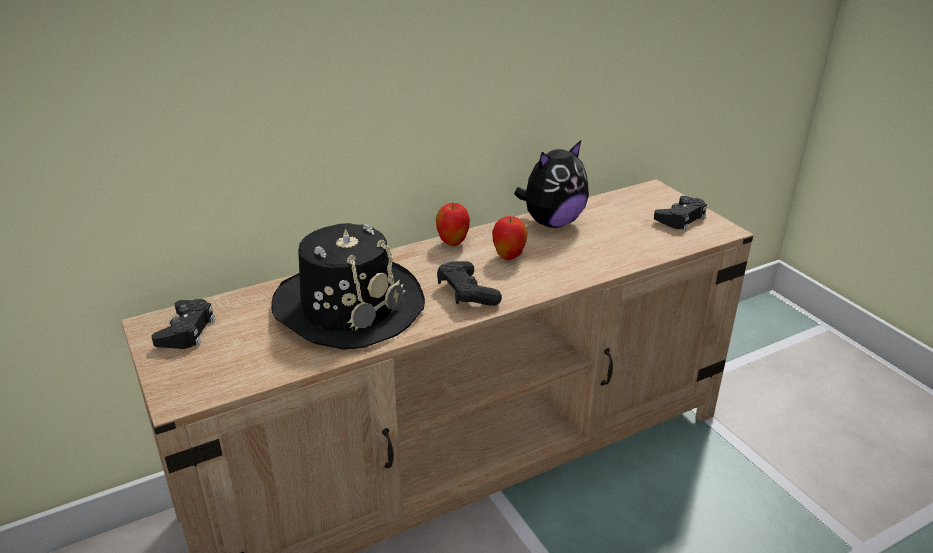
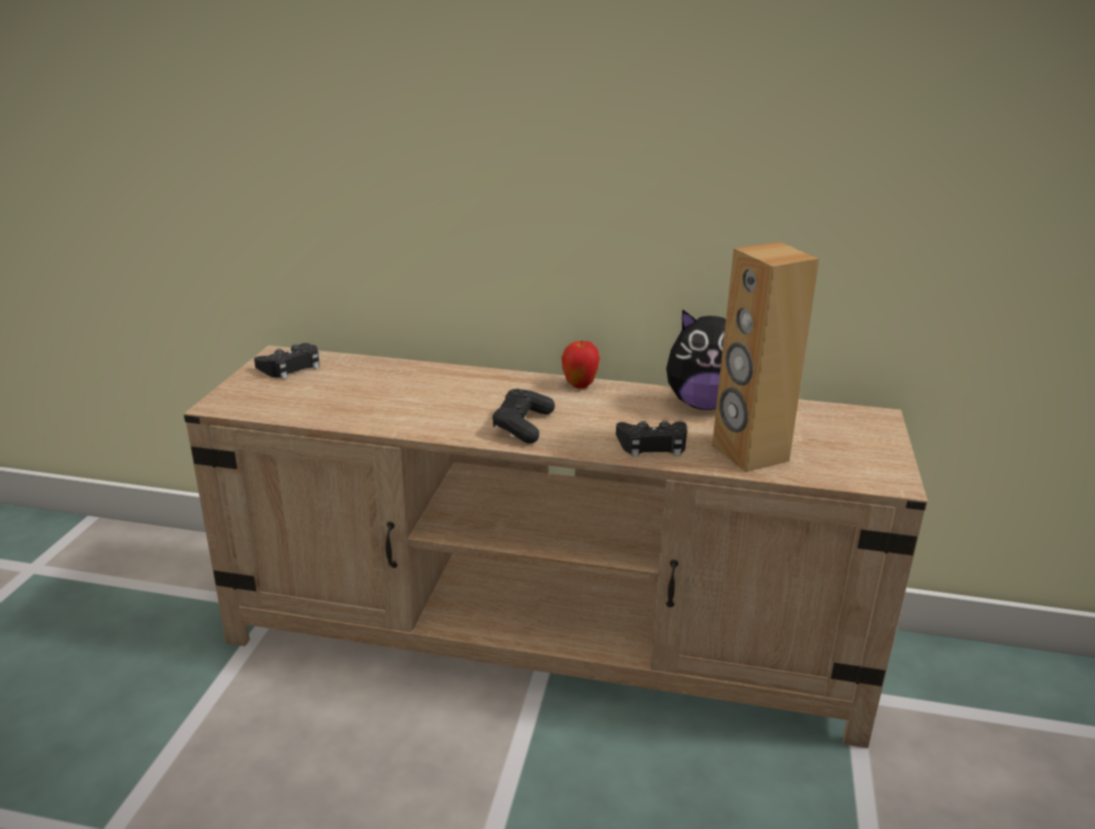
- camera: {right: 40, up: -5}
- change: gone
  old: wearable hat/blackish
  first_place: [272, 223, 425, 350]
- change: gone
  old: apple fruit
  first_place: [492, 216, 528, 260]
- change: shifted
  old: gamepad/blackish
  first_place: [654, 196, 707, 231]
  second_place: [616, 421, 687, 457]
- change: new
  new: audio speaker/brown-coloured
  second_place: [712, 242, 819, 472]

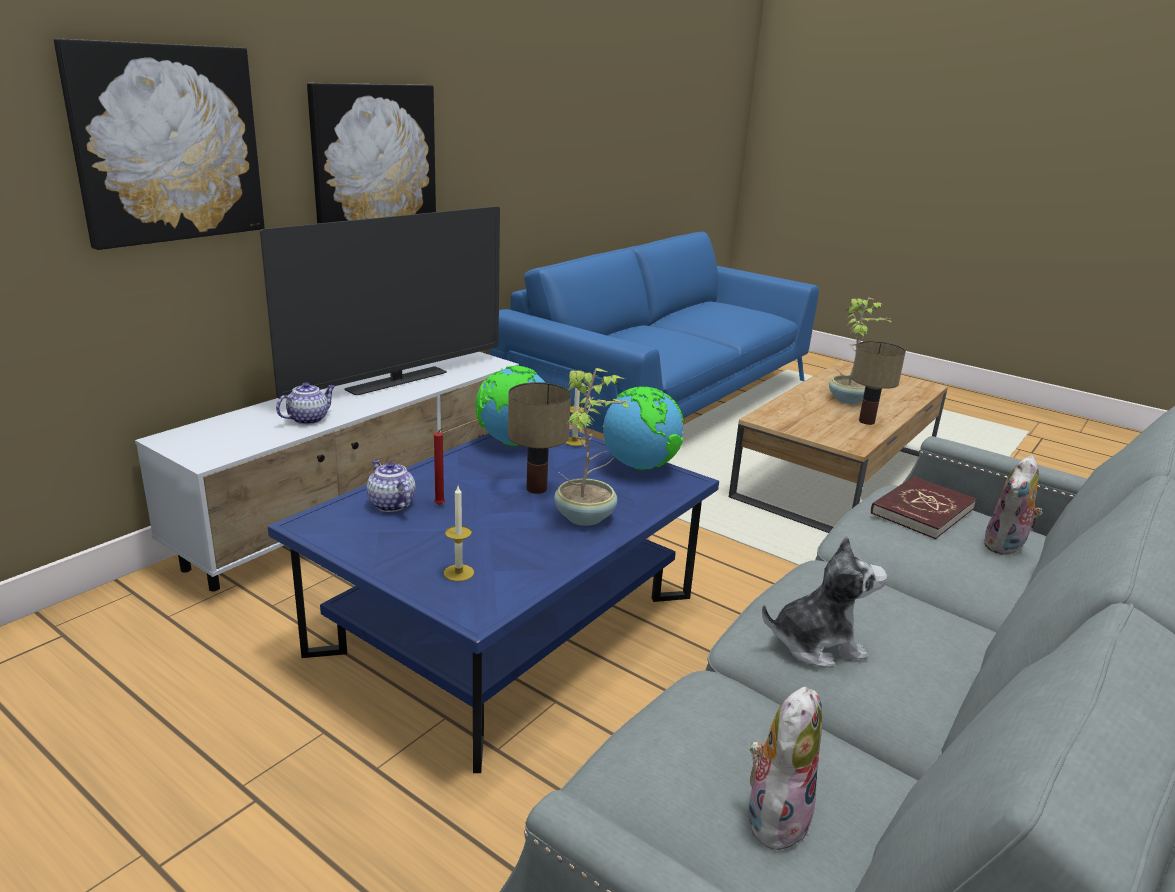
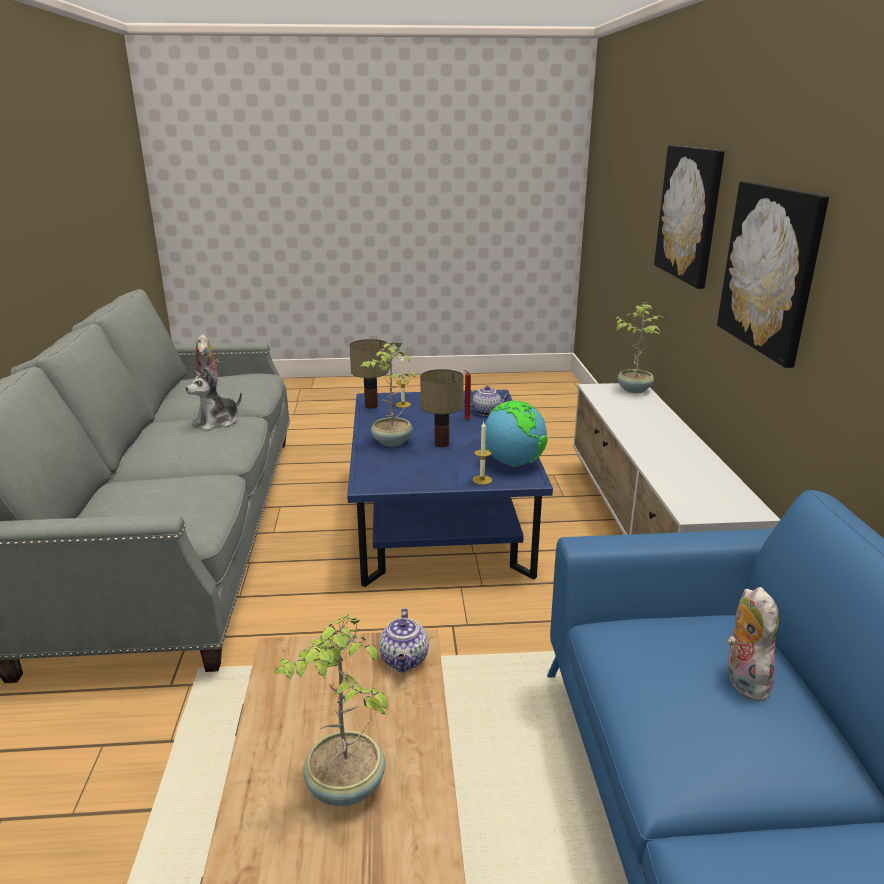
- camera: {right: 140, up: 0}
- change: gone
  old: TV
  first_place: [260, 206, 500, 399]
- change: shifted
  old: teapot
  first_place: [276, 382, 335, 425]
  second_place: [379, 608, 429, 672]
- change: gone
  old: world globe
  first_place: [602, 387, 684, 470]
- change: shifted
  old: lamp for a table
  first_place: [852, 341, 906, 425]
  second_place: [350, 339, 389, 409]
- change: gone
  old: bound book/reddish
  first_place: [871, 476, 977, 539]
- change: shifted
  old: cuddly toy
  first_place: [983, 455, 1043, 555]
  second_place: [727, 587, 779, 701]
- change: new
  new: plant in a pot
  second_place: [615, 302, 664, 393]

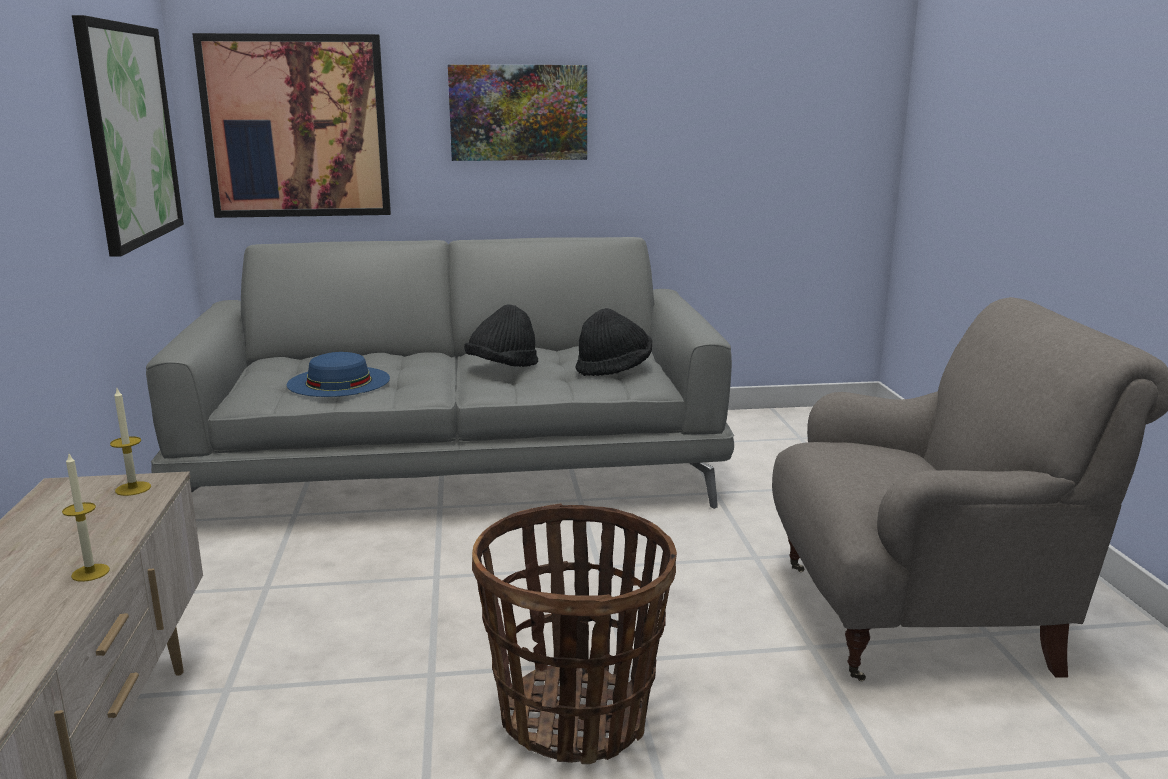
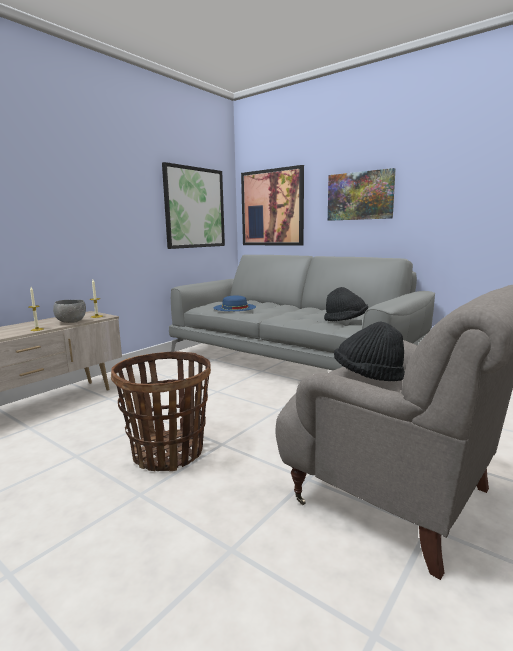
- camera: {right: 45, up: -5}
- change: shifted
  old: wearable hat/blackish
  first_place: [464, 304, 538, 367]
  second_place: [334, 321, 405, 381]
- change: new
  new: bowl/gray
  second_place: [53, 300, 86, 323]

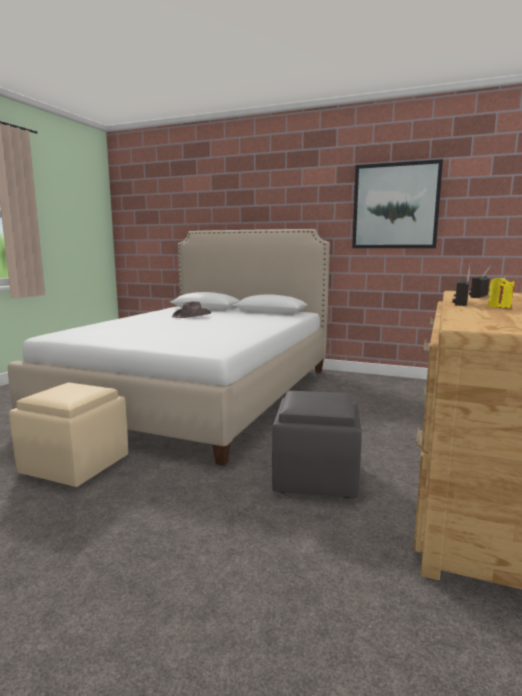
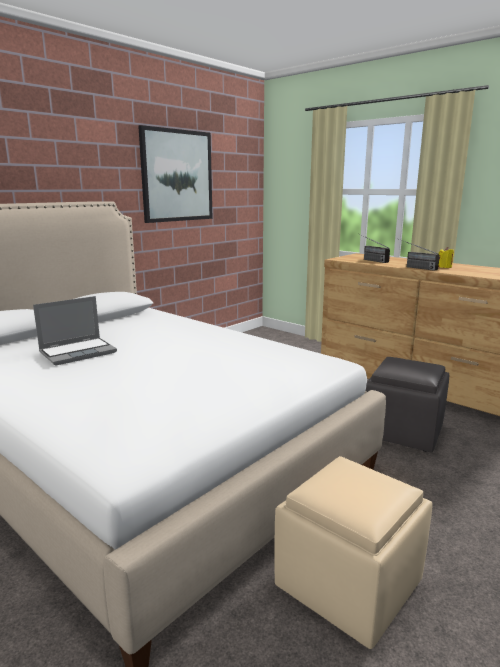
- camera: {right: -70, up: 5}
- change: swapped
  old: wearable hat/brown-coloured
  new: notebook computer
  first_place: [172, 301, 211, 318]
  second_place: [33, 296, 117, 366]

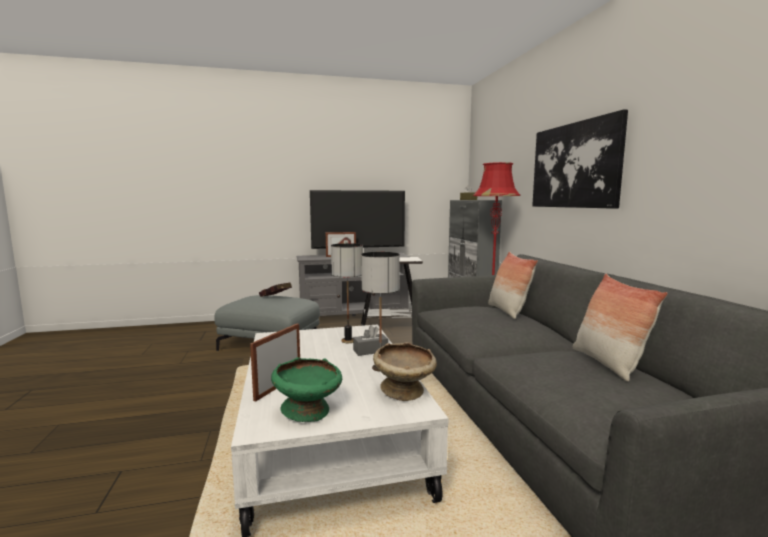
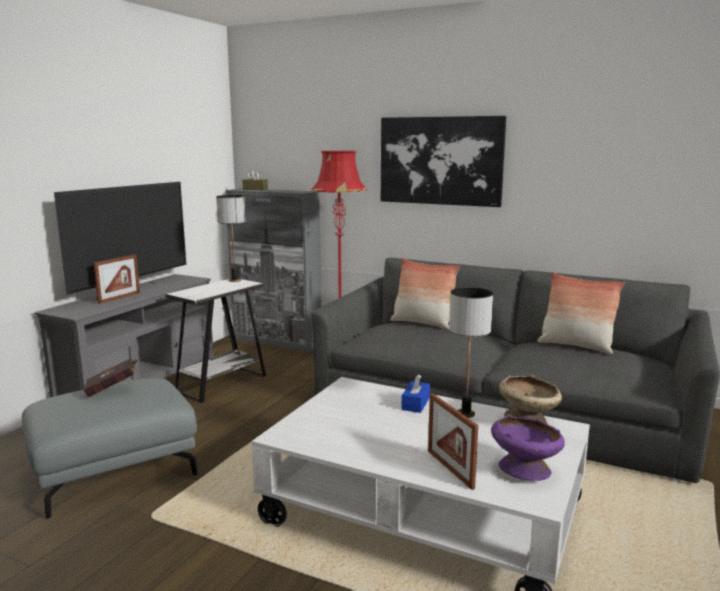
- camera: {right: -50, up: 5}
- change: repainted
  old: bowl/greenish
  new: bowl/purple-coloured
  first_place: [271, 357, 342, 422]
  second_place: [491, 414, 565, 481]
- change: shifted
  old: lamp for a table
  first_place: [331, 243, 363, 343]
  second_place: [216, 195, 246, 282]
- change: repainted
  old: box of tissues/gray
  new: box of tissues/blue
  first_place: [353, 325, 388, 356]
  second_place: [401, 374, 430, 413]

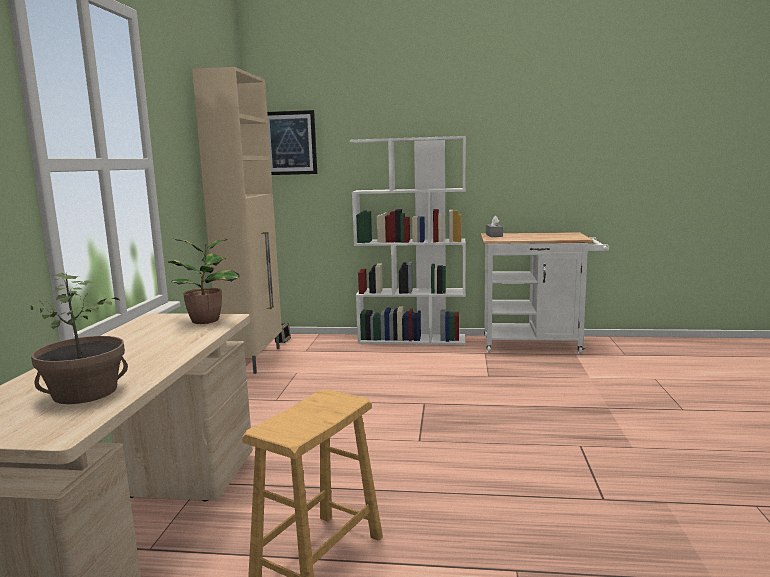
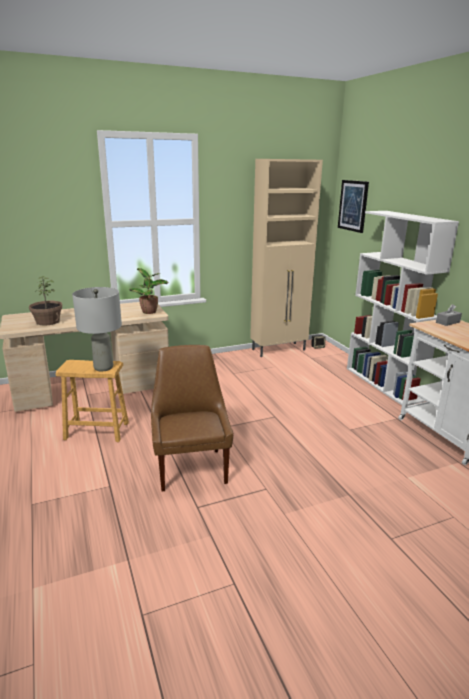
- camera: {right: 60, up: 10}
- change: new
  new: lamp for a table/gray
  second_place: [72, 287, 122, 371]
- change: new
  new: upright chair/brown-coloured
  second_place: [151, 345, 233, 492]

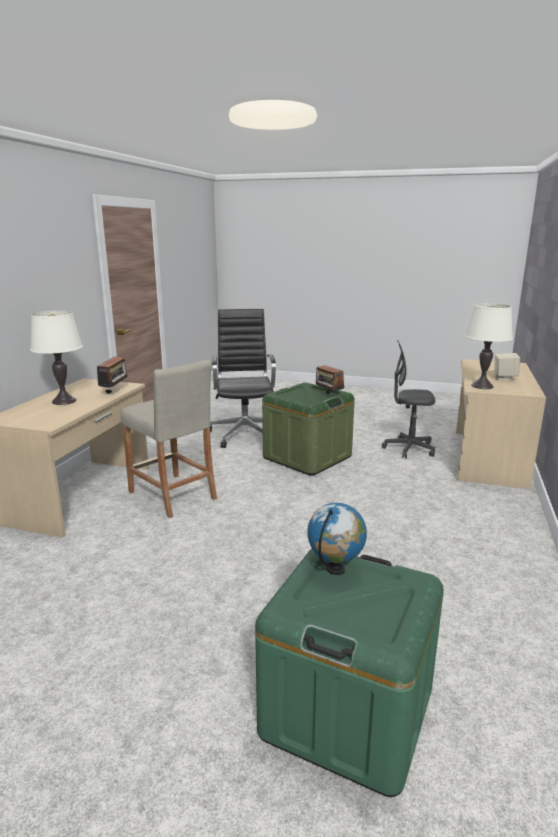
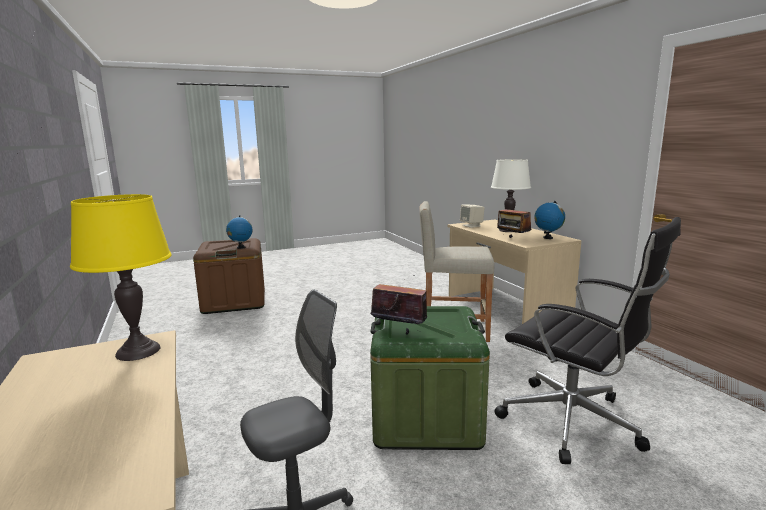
- camera: {right: 140, up: -5}
- change: repainted
  old: storage box/greenish
  new: storage box/brown-coloured
  first_place: [255, 548, 444, 797]
  second_place: [193, 238, 265, 314]
- change: repainted
  old: lamp for a table/white-coloured
  new: lamp for a table/yellow
  first_place: [465, 303, 513, 389]
  second_place: [70, 194, 172, 361]
- change: shifted
  old: audio speaker/beige
  first_place: [494, 353, 520, 381]
  second_place: [460, 204, 485, 228]
- change: new
  new: world globe
  second_place: [534, 201, 565, 239]

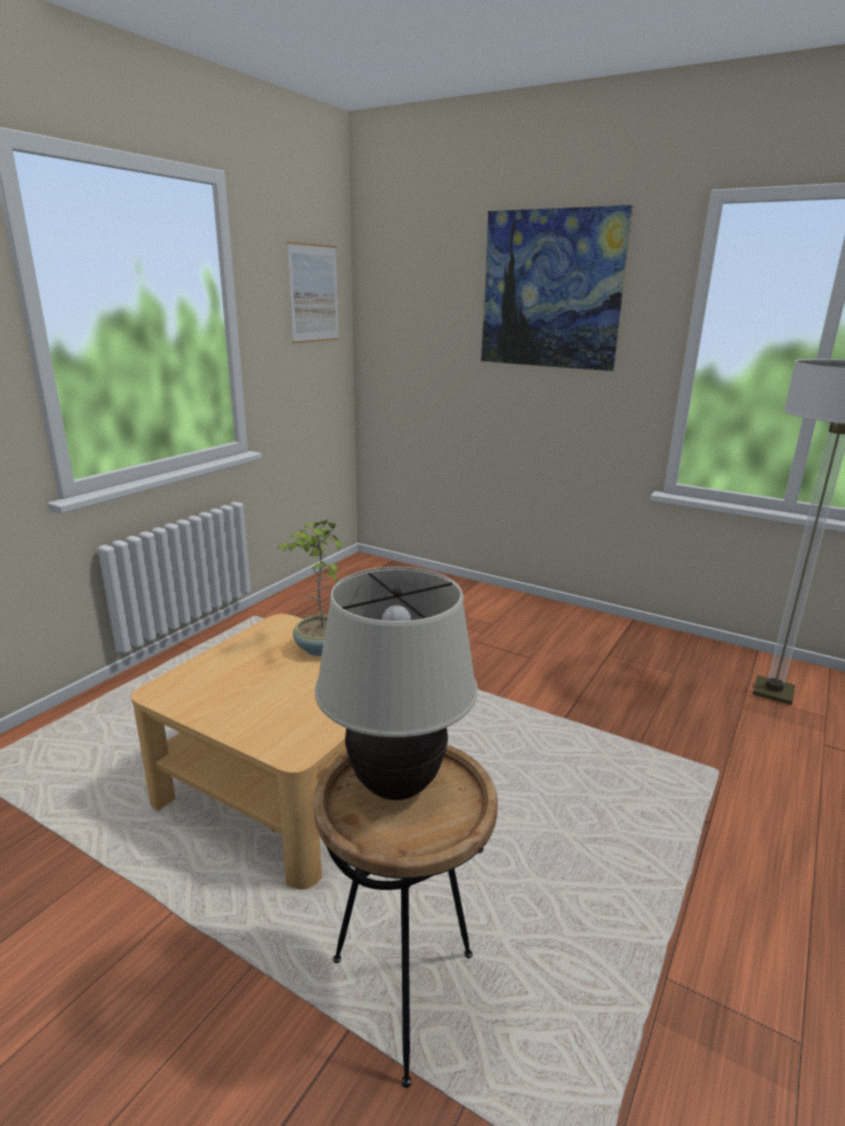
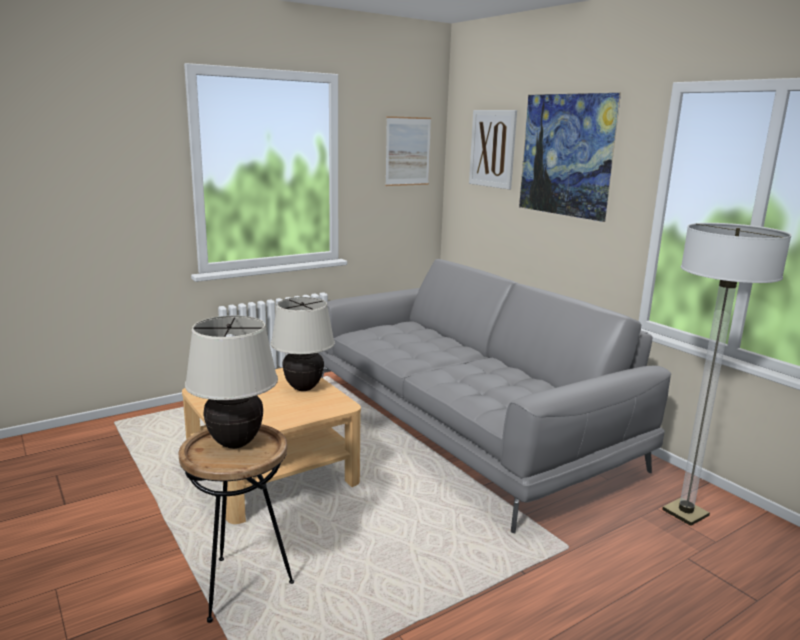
- camera: {right: 25, up: -5}
- change: swapped
  old: plant in a pot
  new: lamp for a table/beige
  first_place: [277, 519, 341, 656]
  second_place: [271, 297, 335, 391]
- change: new
  new: sofa/gray
  second_place: [318, 259, 671, 533]
- change: new
  new: picture
  second_place: [469, 110, 517, 189]

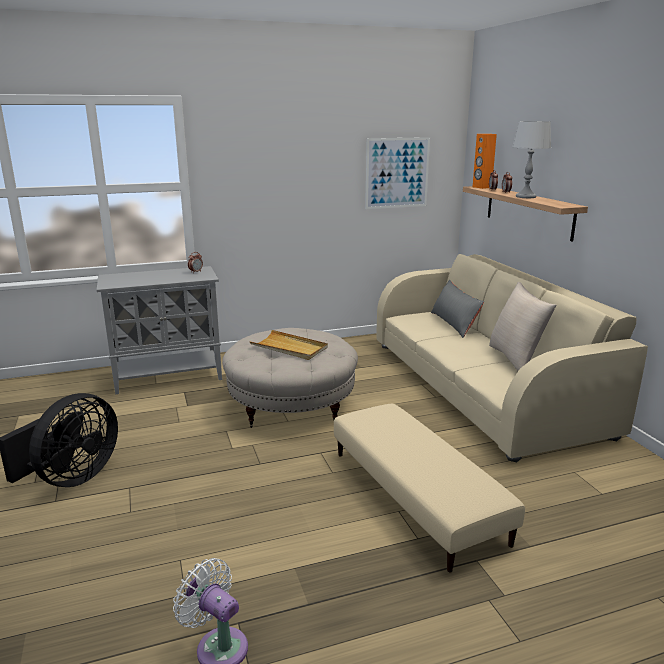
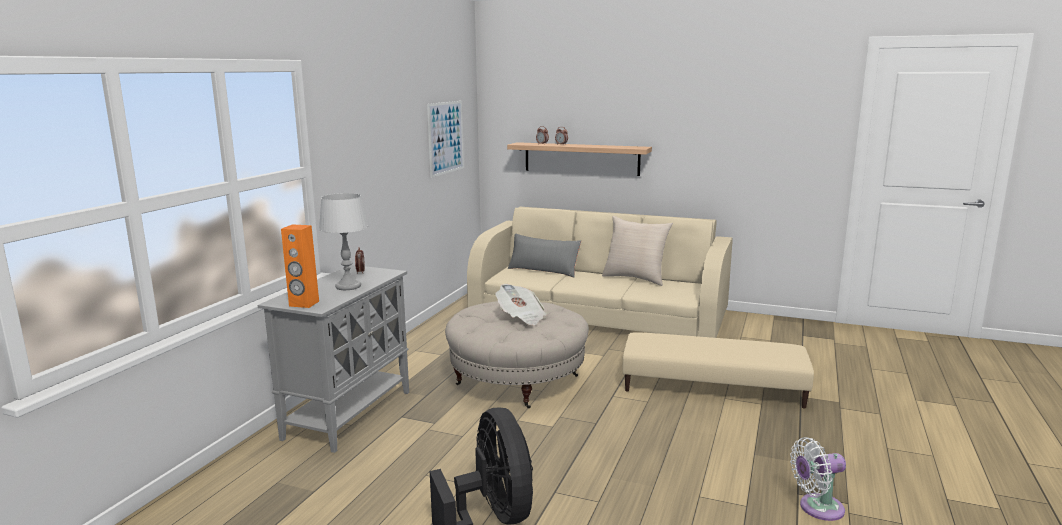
- camera: {right: -50, up: -5}
- change: swapped
  old: carrying tray/beige
  new: daily paper
  first_place: [250, 330, 328, 360]
  second_place: [495, 284, 547, 326]
- change: shifted
  old: audio speaker/orange
  first_place: [473, 134, 497, 189]
  second_place: [281, 224, 319, 308]
- change: shifted
  old: lamp for a table/gray
  first_place: [512, 121, 551, 198]
  second_place: [319, 193, 368, 290]

